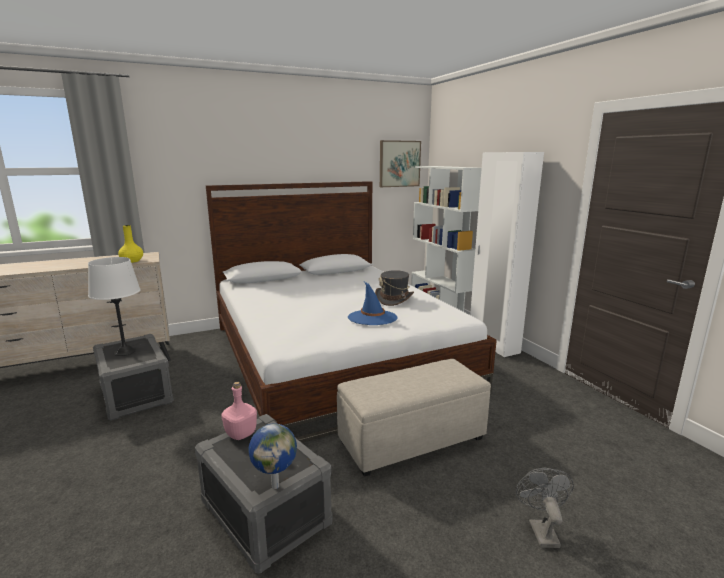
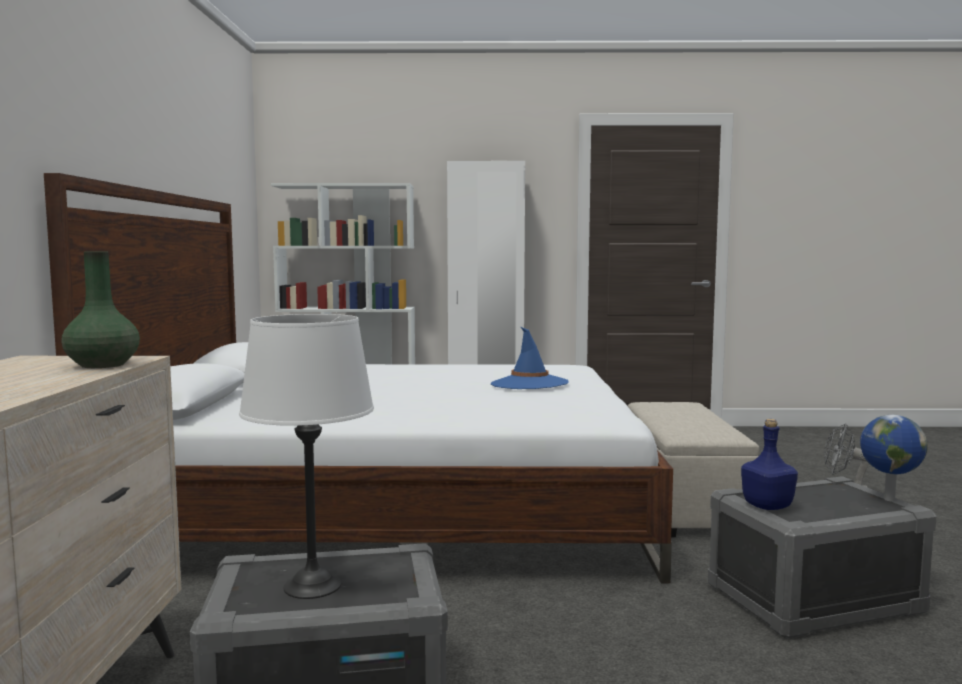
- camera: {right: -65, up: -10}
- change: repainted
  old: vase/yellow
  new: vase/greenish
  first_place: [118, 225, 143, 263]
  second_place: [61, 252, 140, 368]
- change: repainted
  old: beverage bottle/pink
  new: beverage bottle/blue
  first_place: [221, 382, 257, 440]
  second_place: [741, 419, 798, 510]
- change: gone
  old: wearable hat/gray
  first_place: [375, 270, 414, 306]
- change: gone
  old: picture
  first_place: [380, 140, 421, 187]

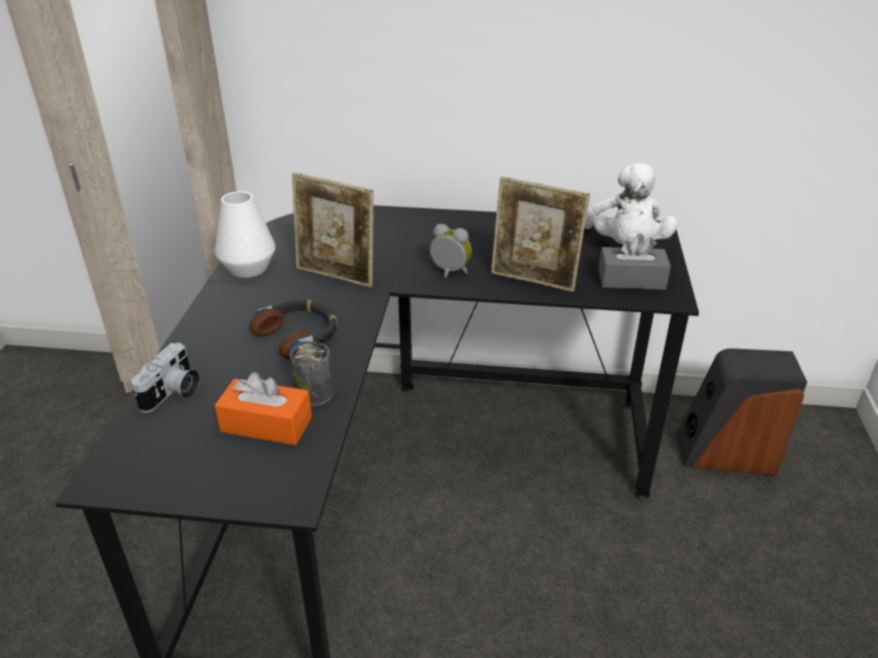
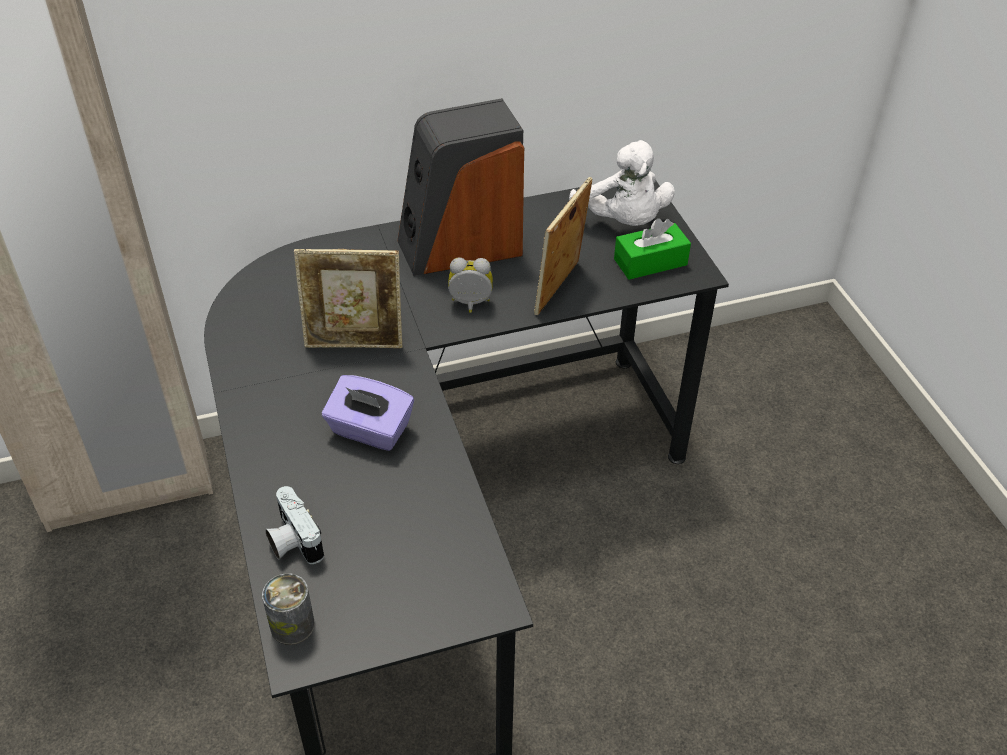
- camera: {right: -25, up: 10}
- change: rotated
  old: photo camera
  first_place: [131, 343, 200, 413]
  second_place: [265, 486, 324, 564]
  degrees: 150
- change: gone
  old: box of tissues/orange
  first_place: [214, 372, 312, 445]
- change: gone
  old: vase/white-coloured
  first_place: [215, 191, 276, 278]
- change: swapped
  old: headset
  new: box of tissues/purple-coloured
  first_place: [249, 300, 337, 359]
  second_place: [322, 375, 414, 451]
- change: shifted
  old: sealed can
  first_place: [290, 342, 333, 406]
  second_place: [262, 573, 315, 645]
- change: rotated
  old: standing frame
  first_place: [491, 176, 590, 292]
  second_place: [534, 177, 592, 315]
  degrees: 120
- change: repainted
  old: box of tissues/gray
  new: box of tissues/greenish
  first_place: [599, 233, 671, 290]
  second_place: [614, 218, 691, 280]
- change: shifted
  old: audio speaker
  first_place: [676, 348, 807, 476]
  second_place: [398, 98, 524, 276]

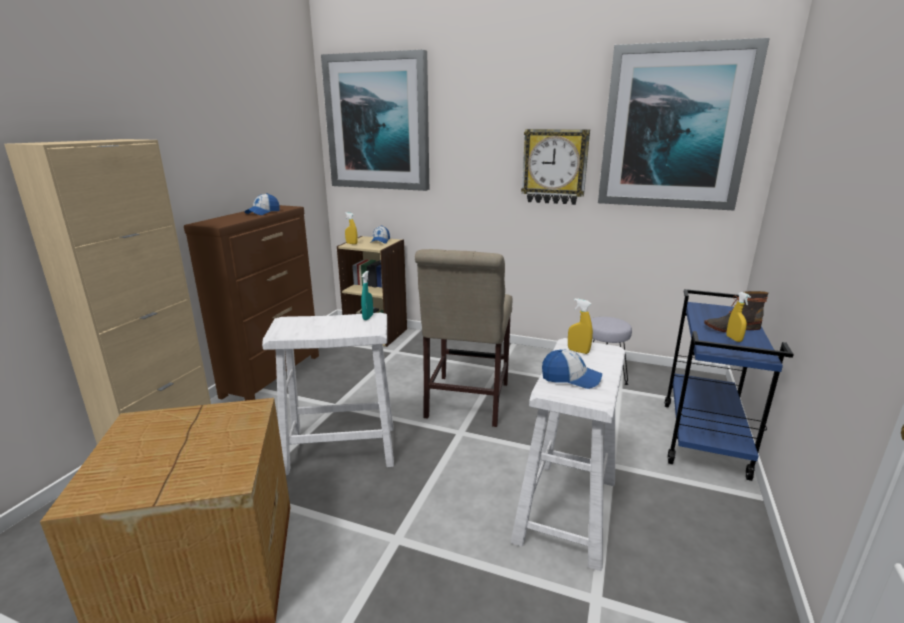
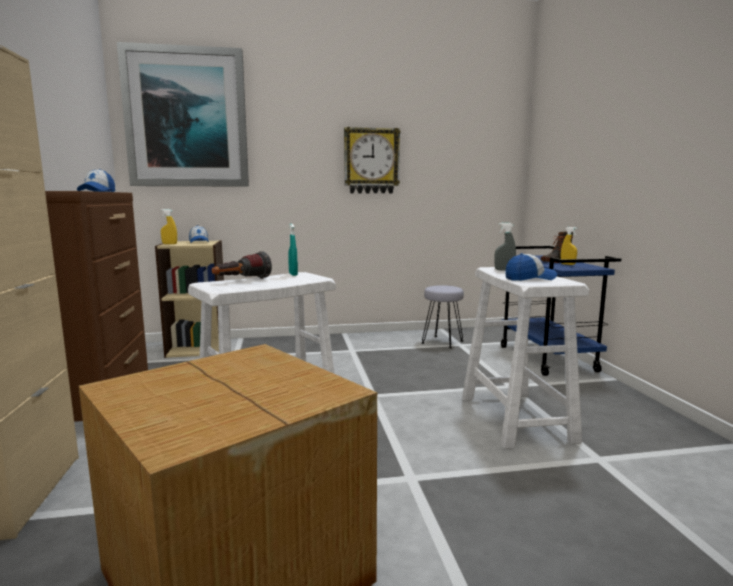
- camera: {right: -30, up: -10}
- change: gone
  old: upright chair/beige
  first_place: [415, 249, 513, 427]
- change: repainted
  old: spray bottle/yellow
  new: spray bottle/gray
  first_place: [568, 299, 593, 354]
  second_place: [495, 223, 516, 271]
- change: gone
  old: picture
  first_place: [598, 38, 770, 210]
- change: new
  new: hand torch
  second_place: [212, 251, 272, 279]

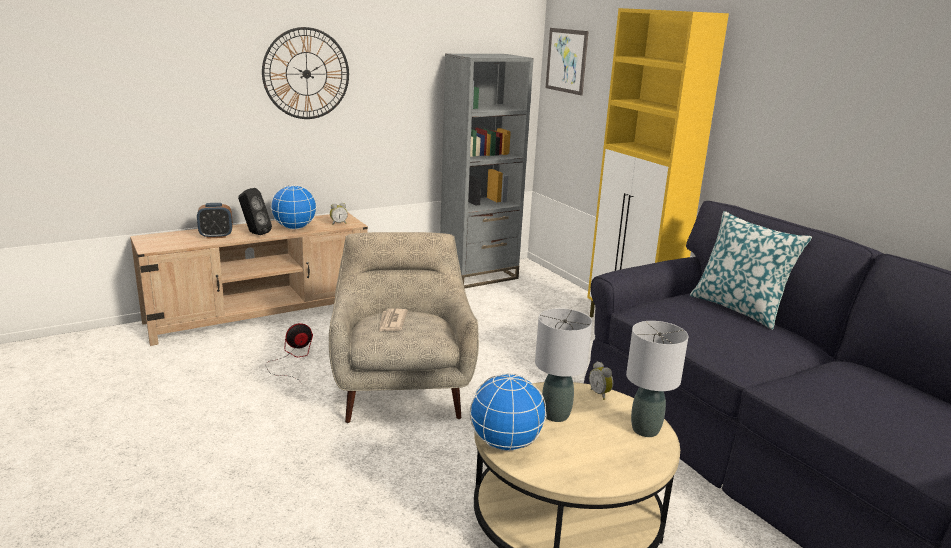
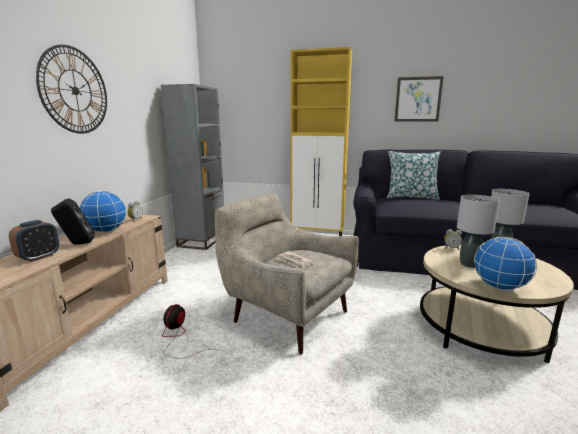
- camera: {right: -45, up: -5}
- change: shifted
  old: picture
  first_place: [546, 28, 589, 95]
  second_place: [394, 76, 444, 121]

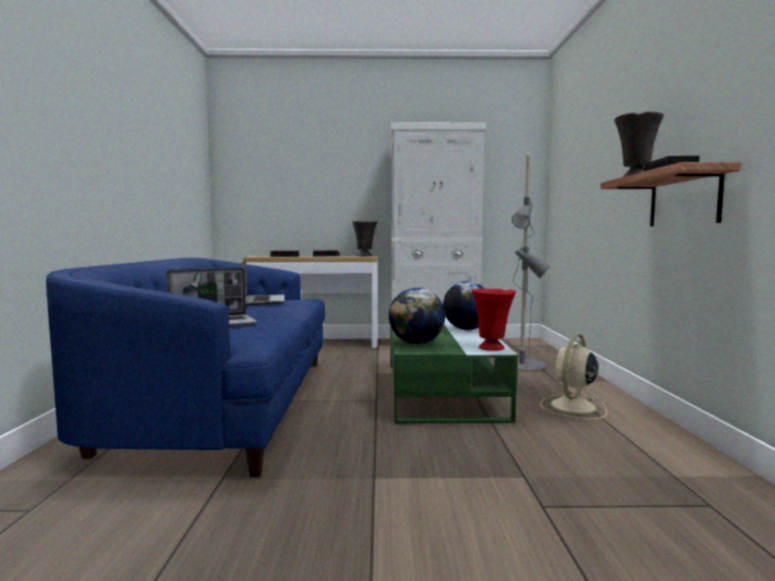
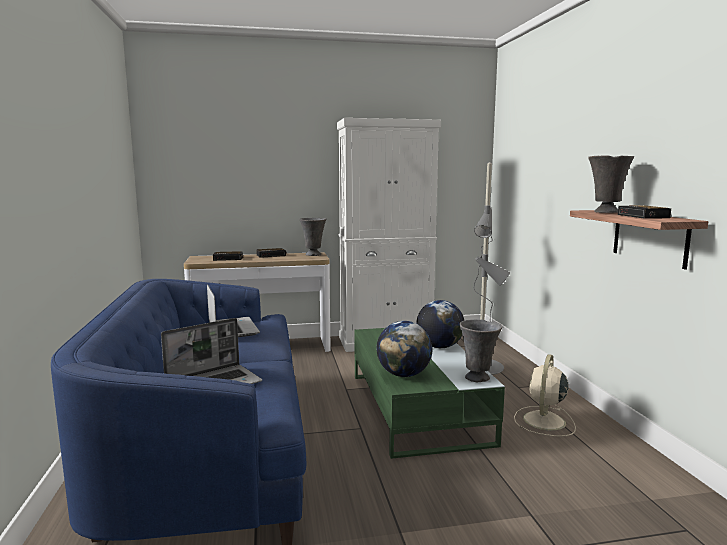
- camera: {right: -10, up: 5}
- change: repainted
  old: vase/reddish
  new: vase/gray
  first_place: [472, 289, 516, 351]
  second_place: [459, 319, 502, 382]

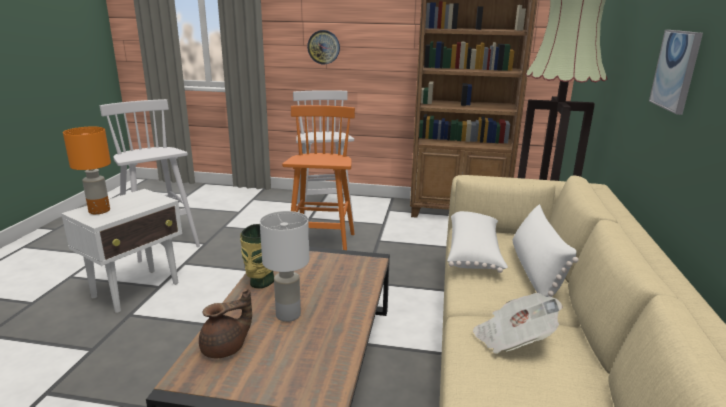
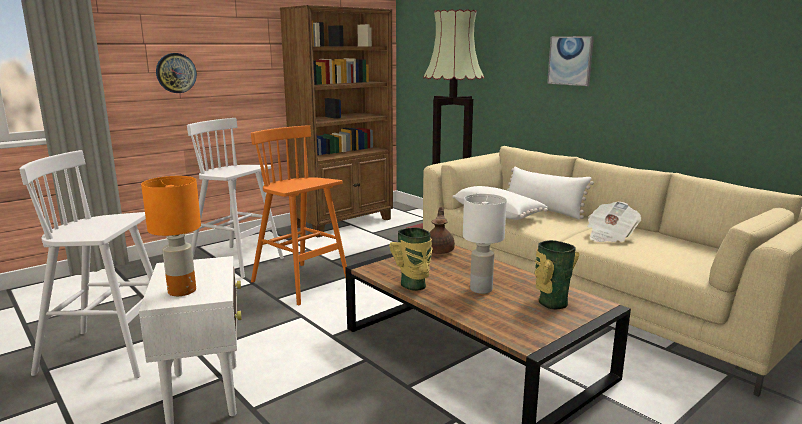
- camera: {right: -50, up: -5}
- change: shifted
  old: teapot/brown-coloured
  first_place: [199, 289, 252, 358]
  second_place: [430, 207, 455, 254]
- change: new
  new: vase
  second_place: [535, 240, 579, 310]

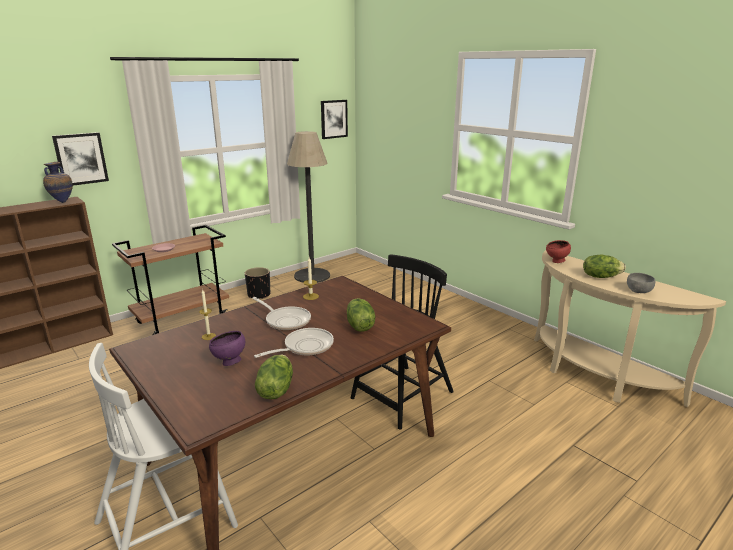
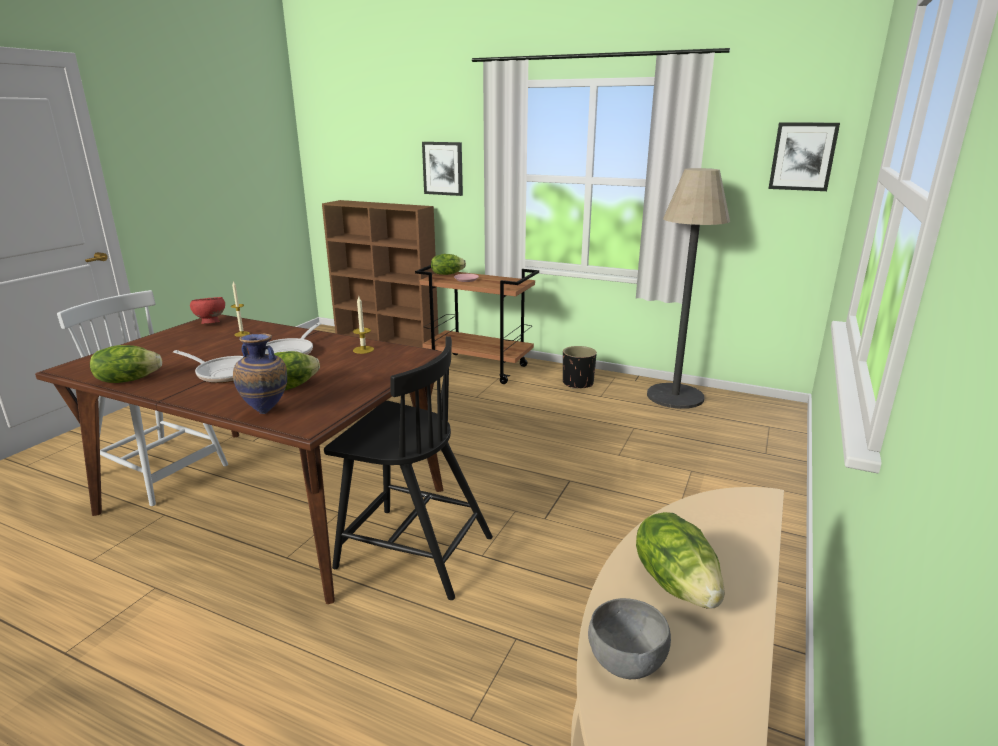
- camera: {right: 65, up: 0}
- change: shifted
  old: vase
  first_place: [43, 162, 73, 203]
  second_place: [233, 333, 287, 414]
- change: gone
  old: bowl/purple-coloured
  first_place: [209, 331, 245, 366]
- change: shifted
  old: bowl/reddish
  first_place: [546, 240, 571, 263]
  second_place: [190, 297, 225, 324]
- change: new
  new: lettuce
  second_place: [431, 254, 466, 275]

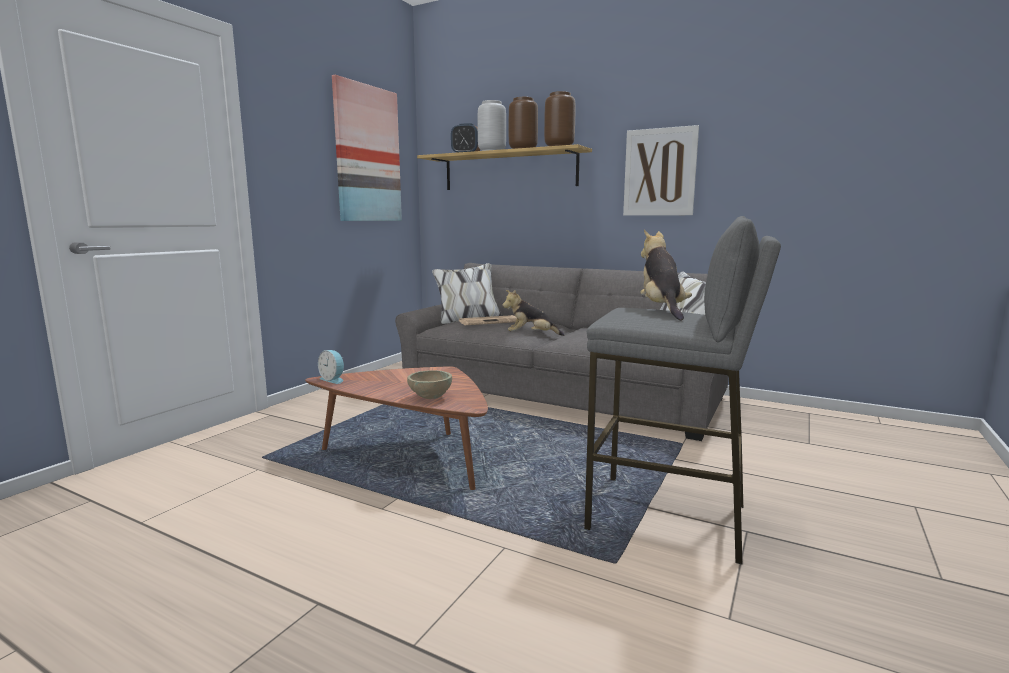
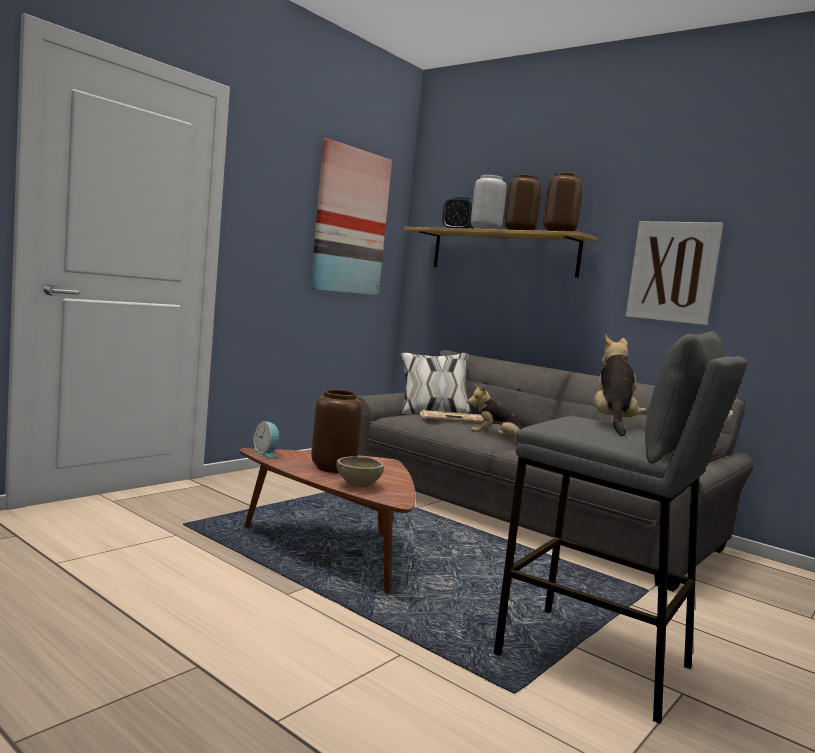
- camera: {right: 10, up: -5}
- change: new
  new: vase/brown-coloured
  second_place: [311, 390, 362, 473]

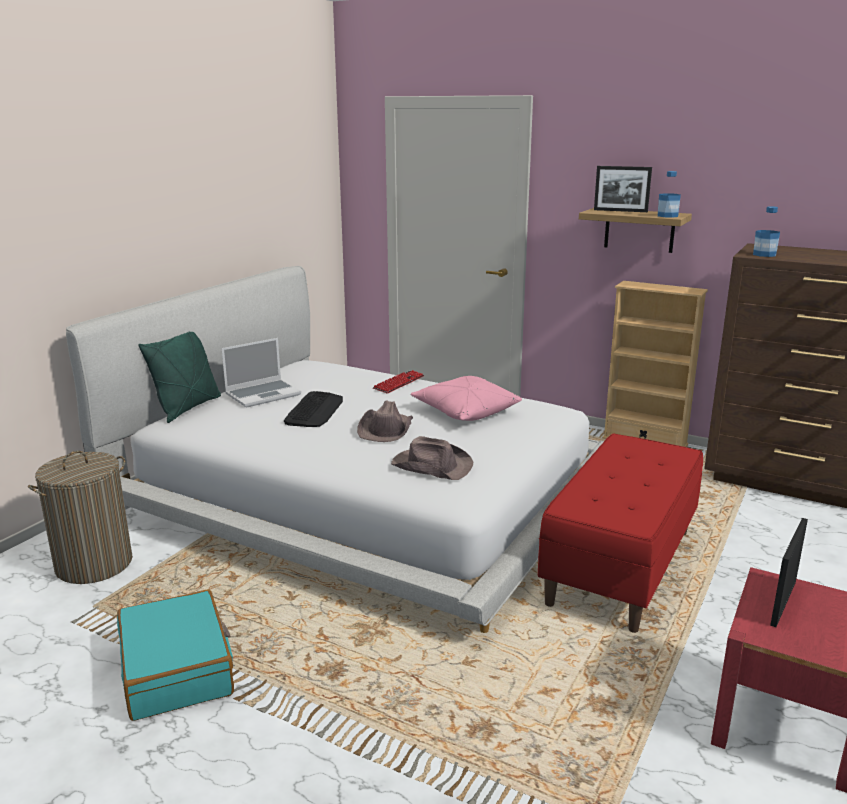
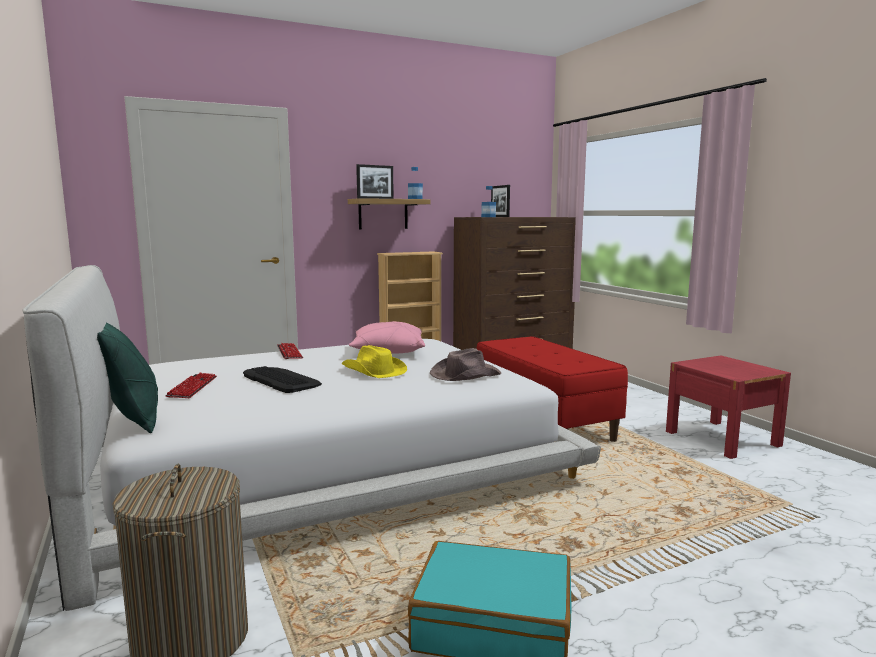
- camera: {right: -55, up: -10}
- change: swapped
  old: notebook computer
  new: keyboard
  first_place: [221, 338, 301, 408]
  second_place: [165, 373, 217, 398]
- change: repainted
  old: wearable hat/brown-coloured
  new: wearable hat/yellow
  first_place: [357, 401, 413, 442]
  second_place: [341, 345, 407, 378]
- change: shifted
  old: standing frame
  first_place: [770, 518, 808, 627]
  second_place: [491, 185, 510, 217]

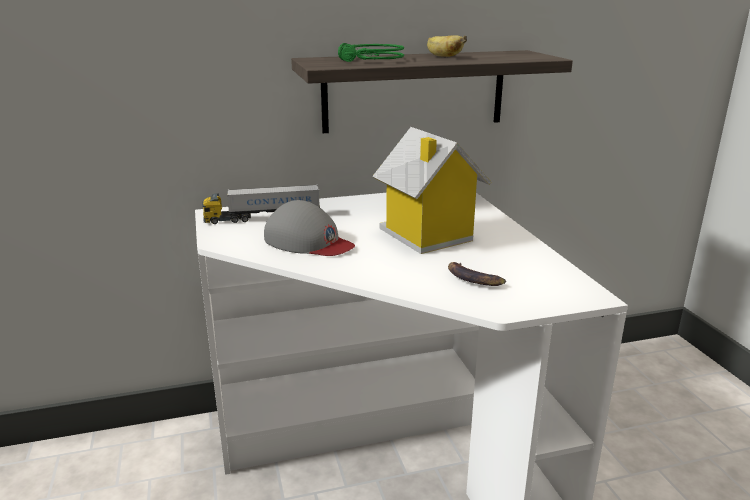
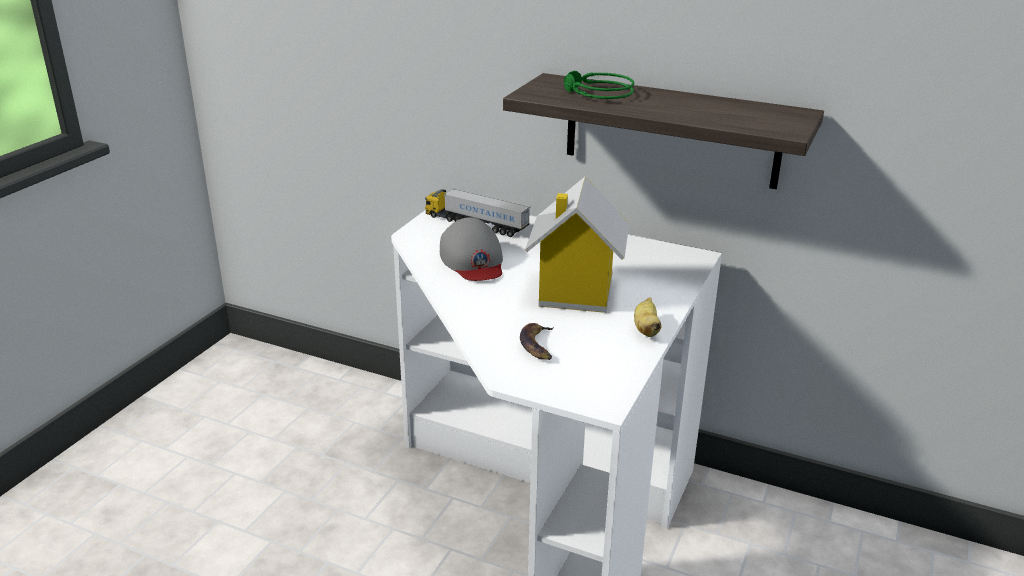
- camera: {right: 40, up: 5}
- change: shifted
  old: banana
  first_place: [427, 35, 467, 57]
  second_place: [634, 298, 662, 337]

